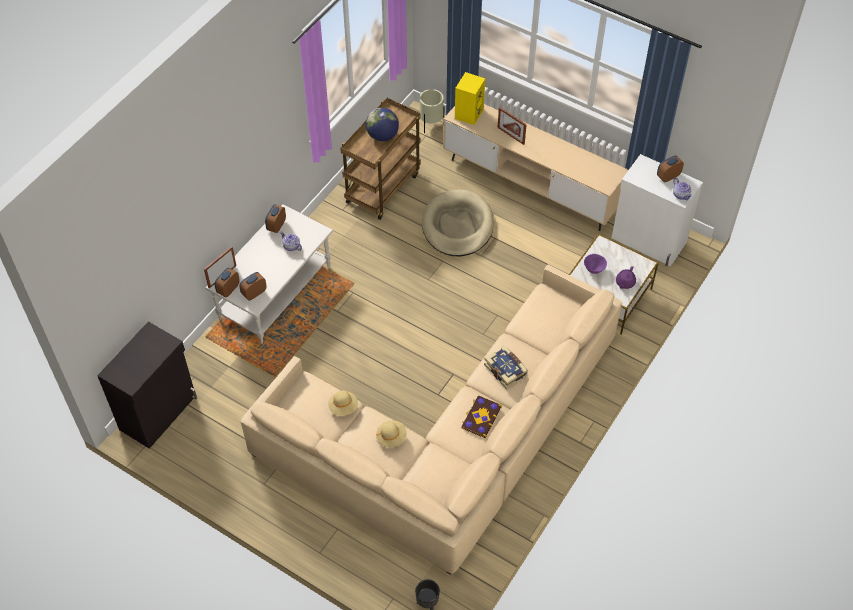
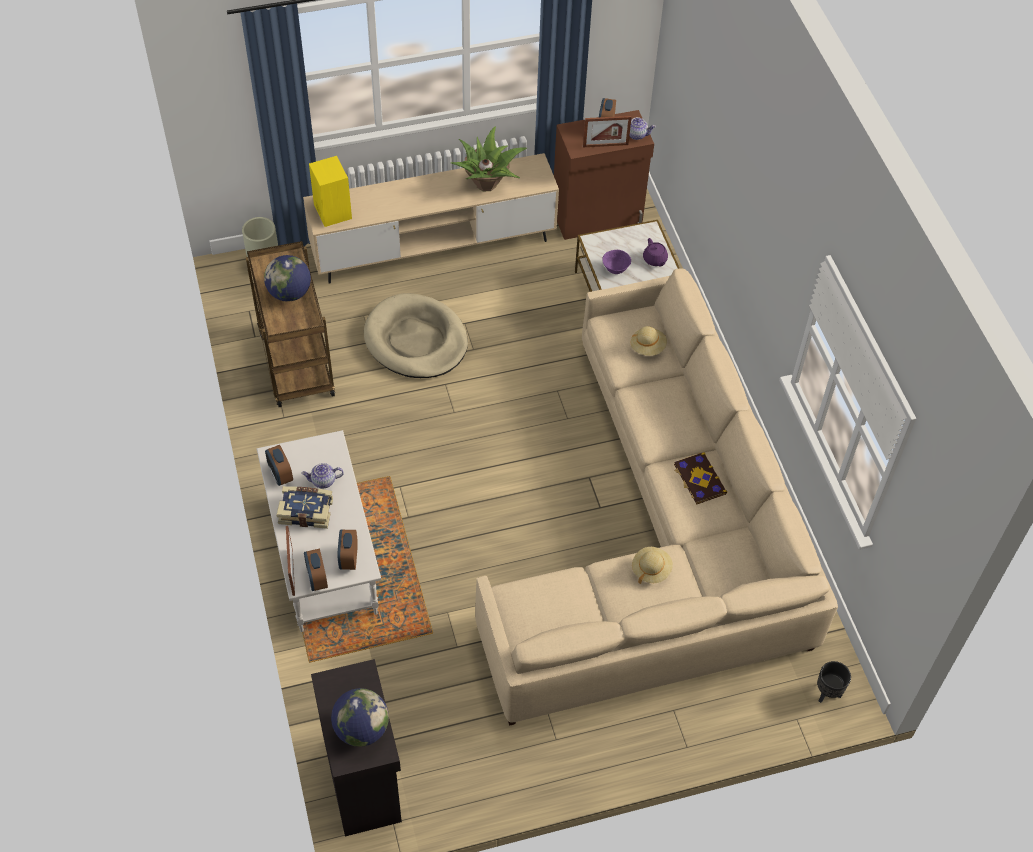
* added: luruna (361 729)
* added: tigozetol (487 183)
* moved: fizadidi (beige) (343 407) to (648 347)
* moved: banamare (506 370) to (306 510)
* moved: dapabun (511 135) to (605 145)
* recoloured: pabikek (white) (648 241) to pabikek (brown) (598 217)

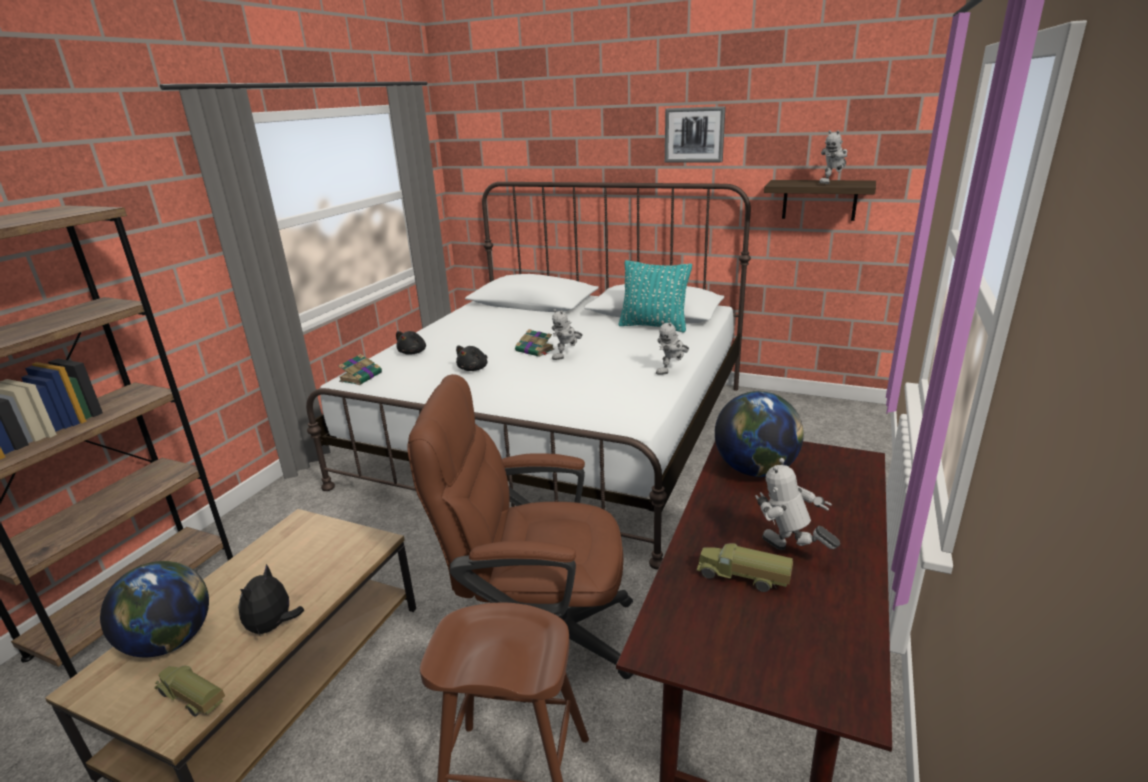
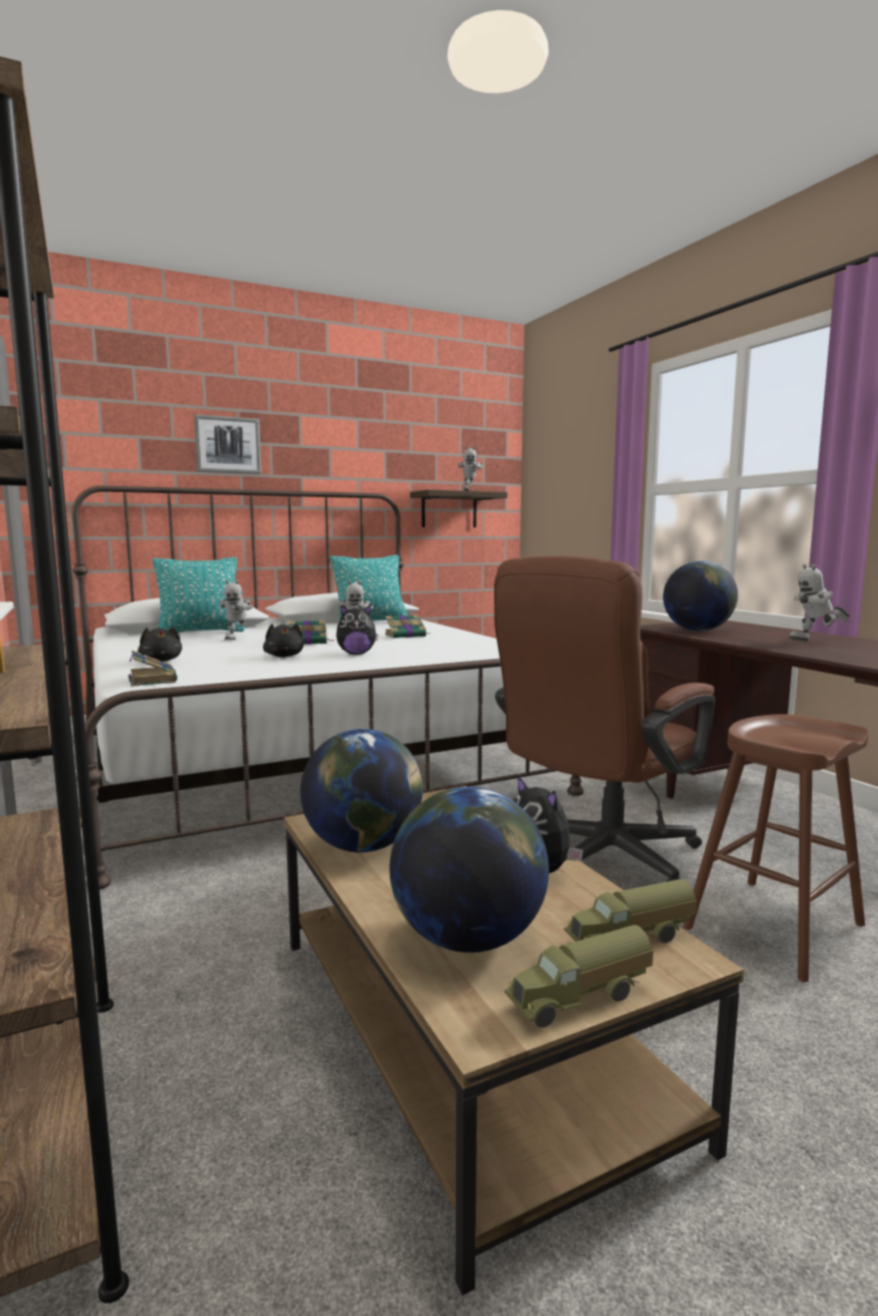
* added: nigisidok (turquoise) (201 632)
* added: luruna (364 846)
* added: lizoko (356 654)
* added: banamare (406 635)
* moved: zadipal (672 372) to (237 639)
* moved: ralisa (694 135) to (228 445)
* moved: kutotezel (742 579) to (580 999)

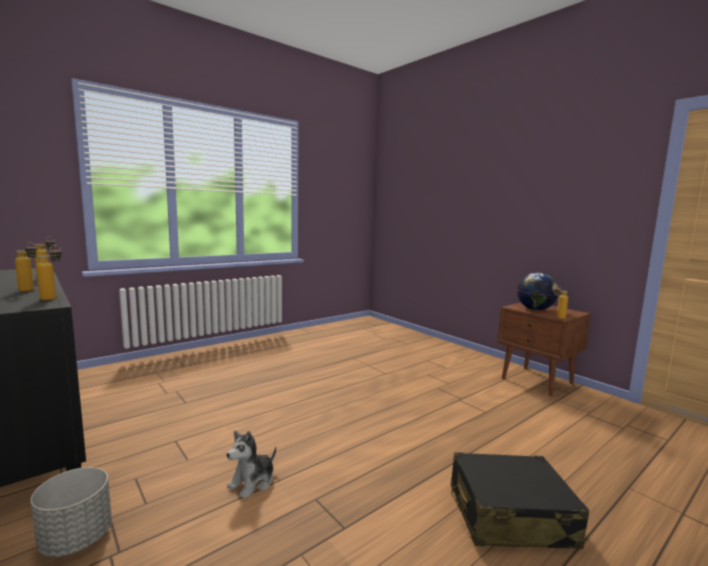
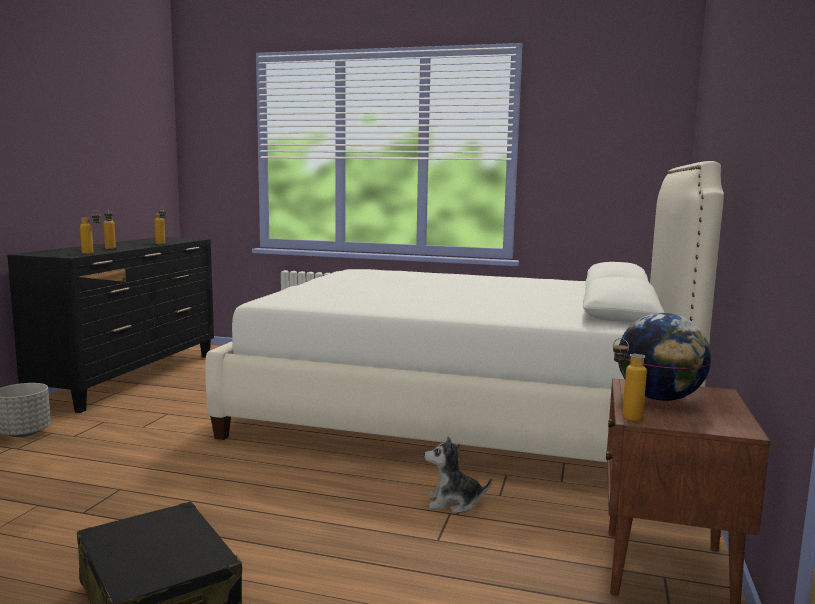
* added: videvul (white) (463 413)
* moved: lizoko (252 482) to (454 503)

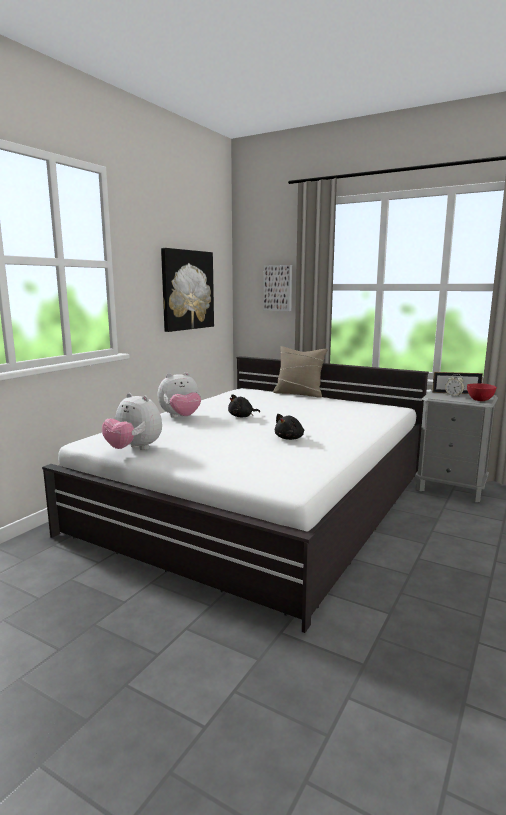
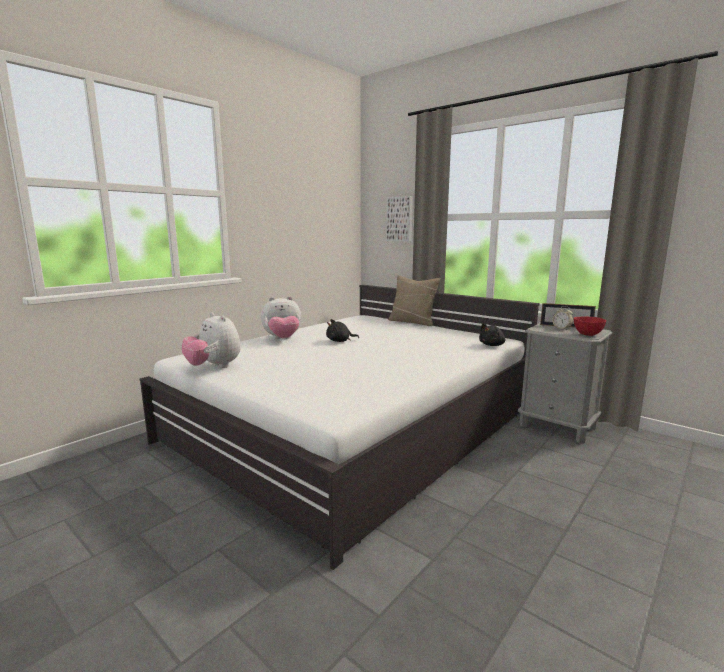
* removed: ralisa (187 290)
* moved: lizoko (black) (290 438) to (492 345)

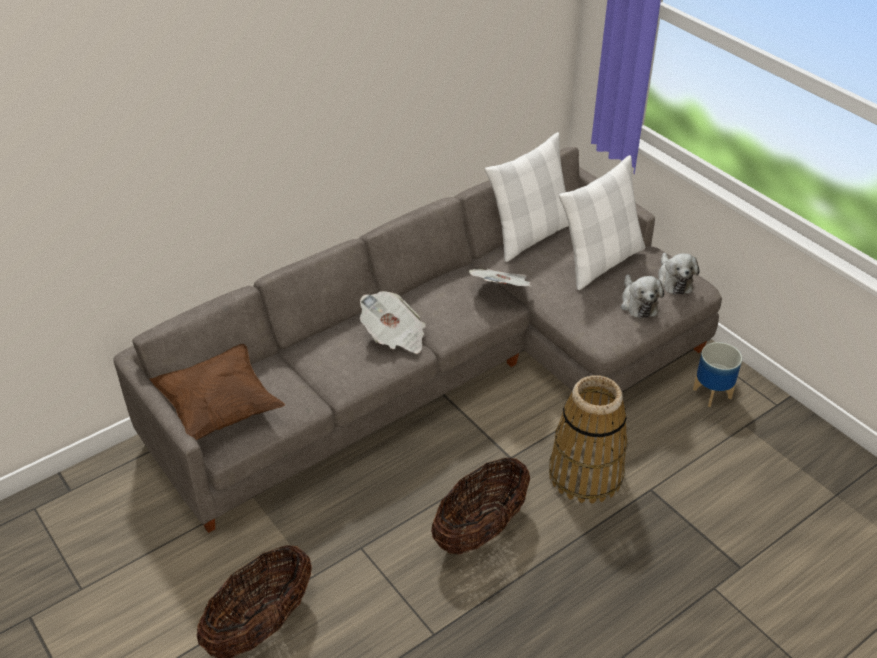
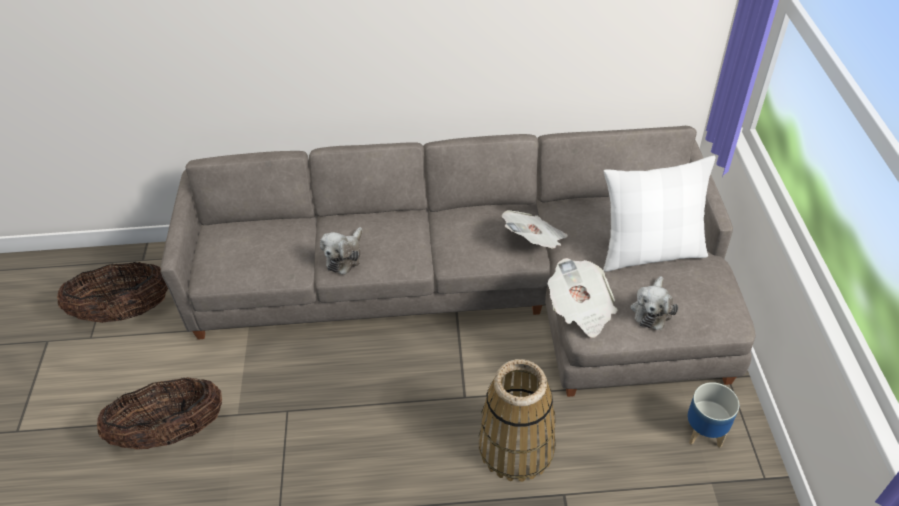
* removed: nigisidok (brown) (219 409)
* removed: nigisidok (white) (530 235)
* moved: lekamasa (394 336) to (581 309)
* moved: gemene (480 529) to (125 312)
* moved: lizoko (673 280) to (345 256)

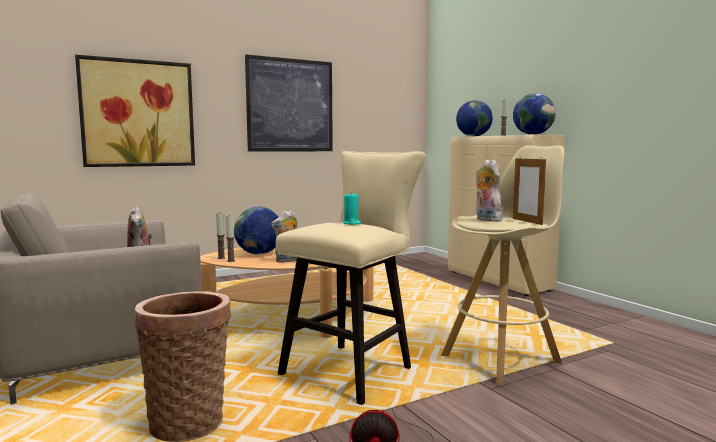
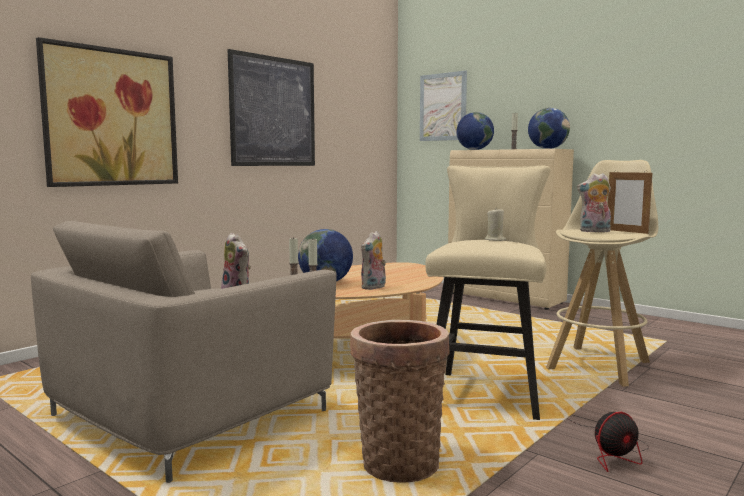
* added: ralisa (443 107)
* recoloured: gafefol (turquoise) (351 223) to gafefol (beige) (495 240)
* turned: lizoko (486 220) = (594 231) 45 degrees counterclockwise

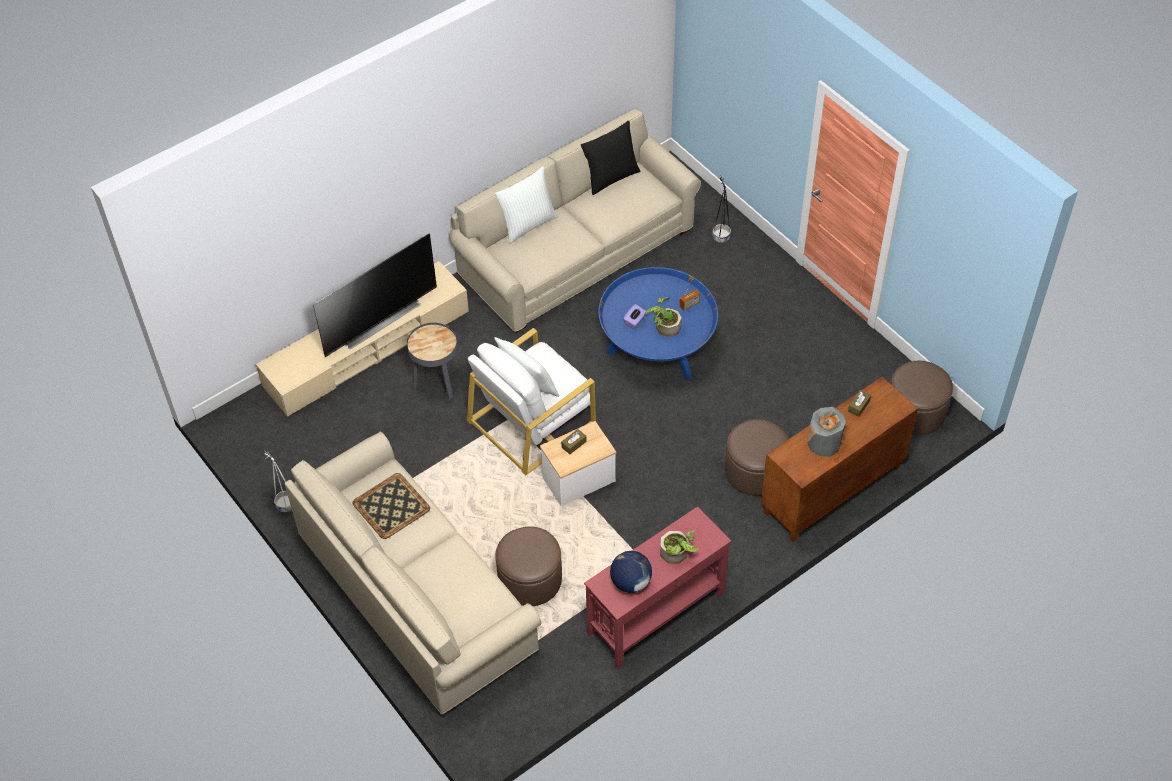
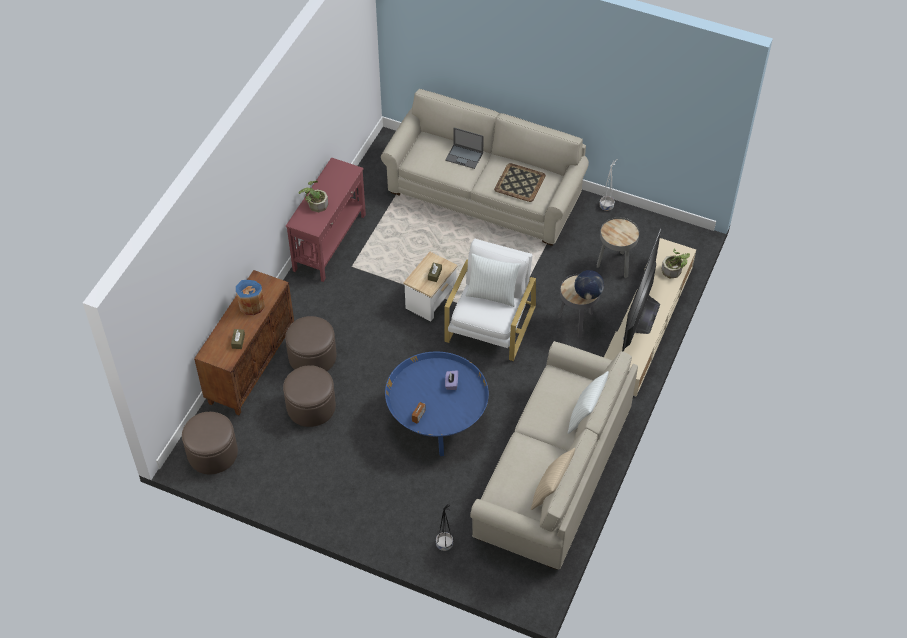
* added: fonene (464 156)
* added: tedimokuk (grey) (615 265)
* moved: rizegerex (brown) (530 579) to (311 406)
* moved: luruna (630 582) to (588 294)
* moved: tigozetol (664 326) to (674 270)
* recoloured: nigisidok (black) (610 177) to nigisidok (beige) (551 492)
* recoloured: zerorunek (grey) (824 442) to zerorunek (blue) (251 305)

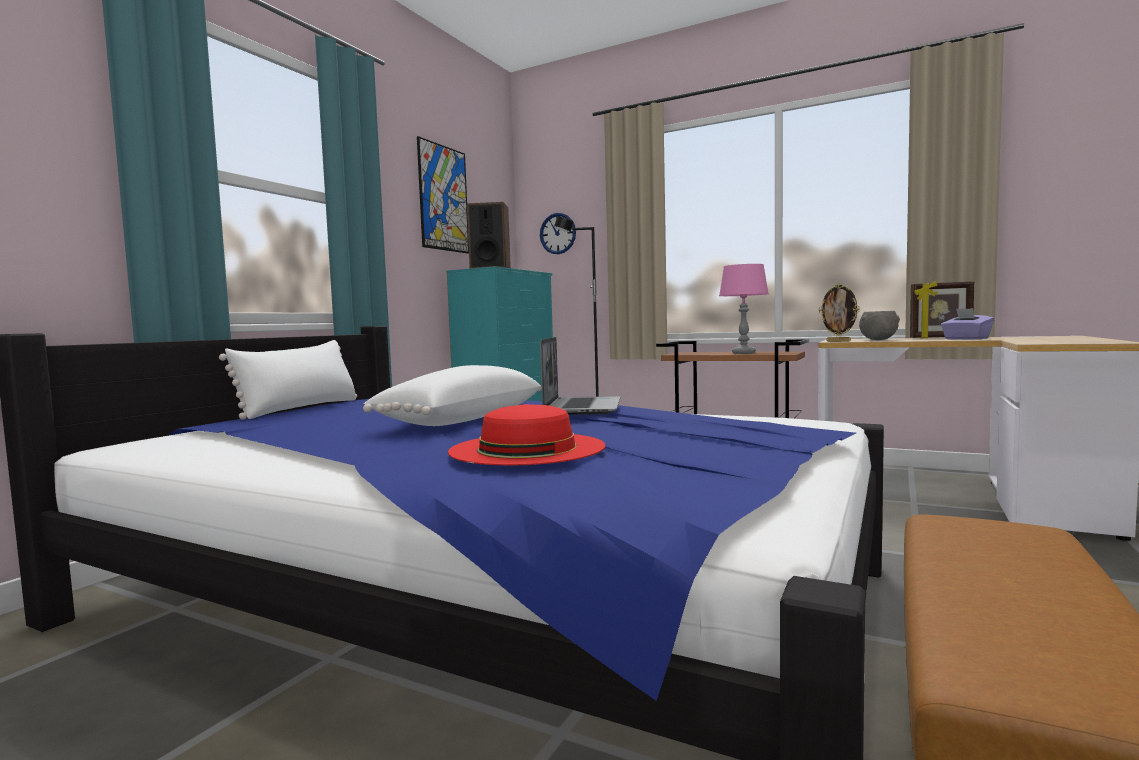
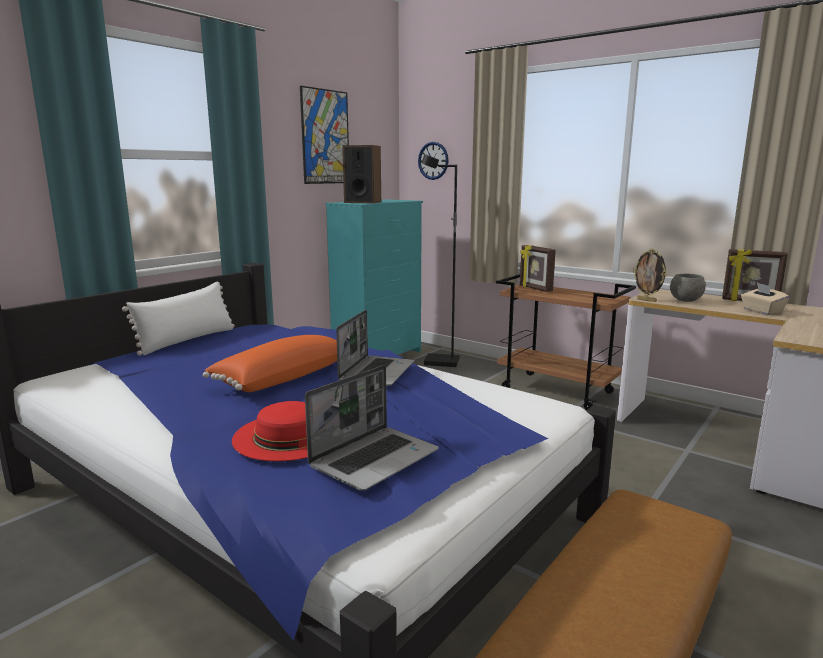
* removed: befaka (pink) (744 353)
* added: fonene (375 458)
* added: dapabun (535 289)
* recoloured: nigisidok (white) (460 420) to nigisidok (orange) (281 378)
* recoloured: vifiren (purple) (966 339) to vifiren (beige) (761 311)

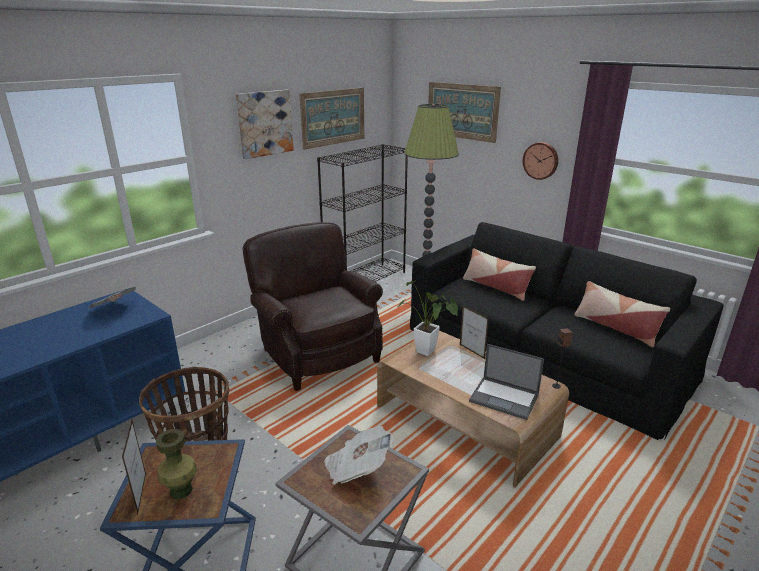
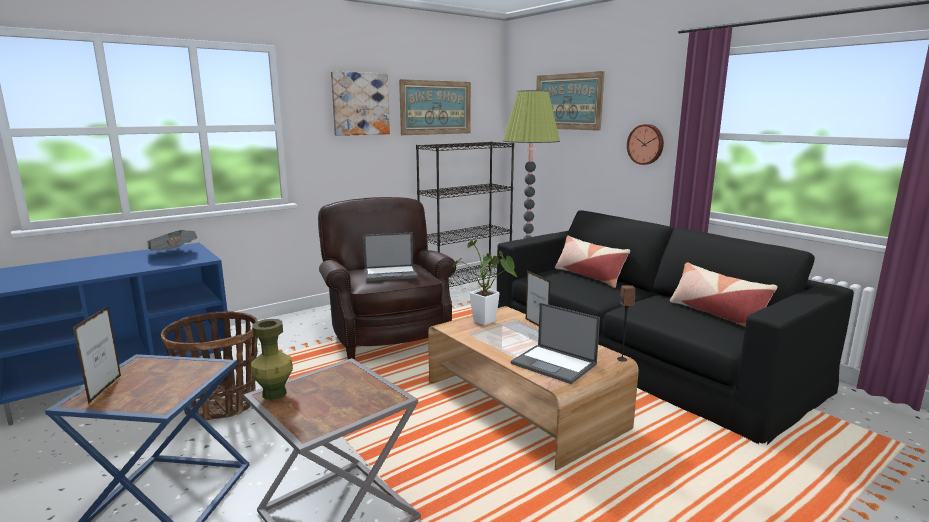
* removed: lekamasa (357 468)
* added: fonene (391 273)
* moved: zerorunek (green) (181 490) to (274 393)

